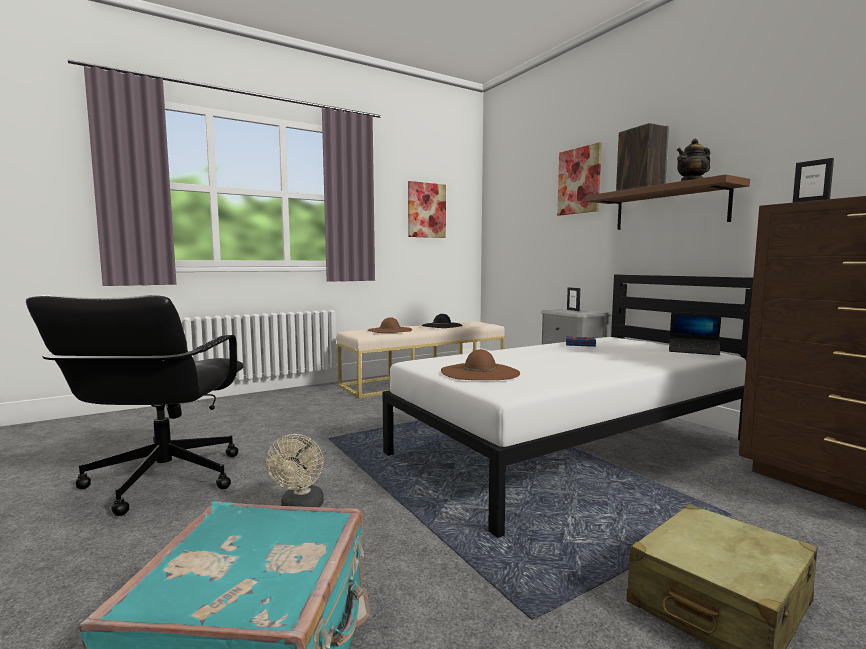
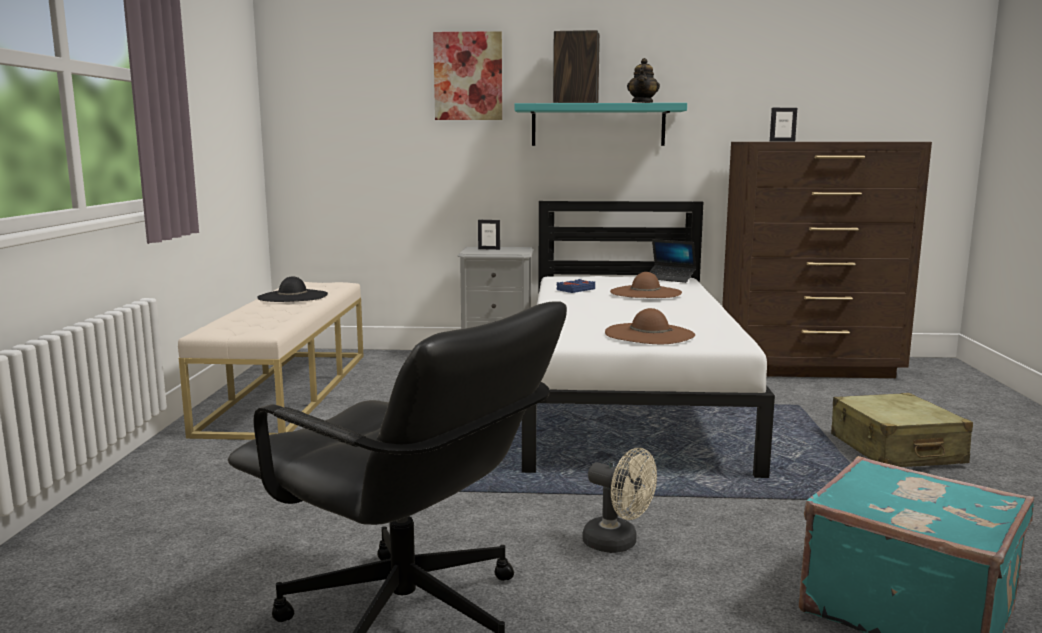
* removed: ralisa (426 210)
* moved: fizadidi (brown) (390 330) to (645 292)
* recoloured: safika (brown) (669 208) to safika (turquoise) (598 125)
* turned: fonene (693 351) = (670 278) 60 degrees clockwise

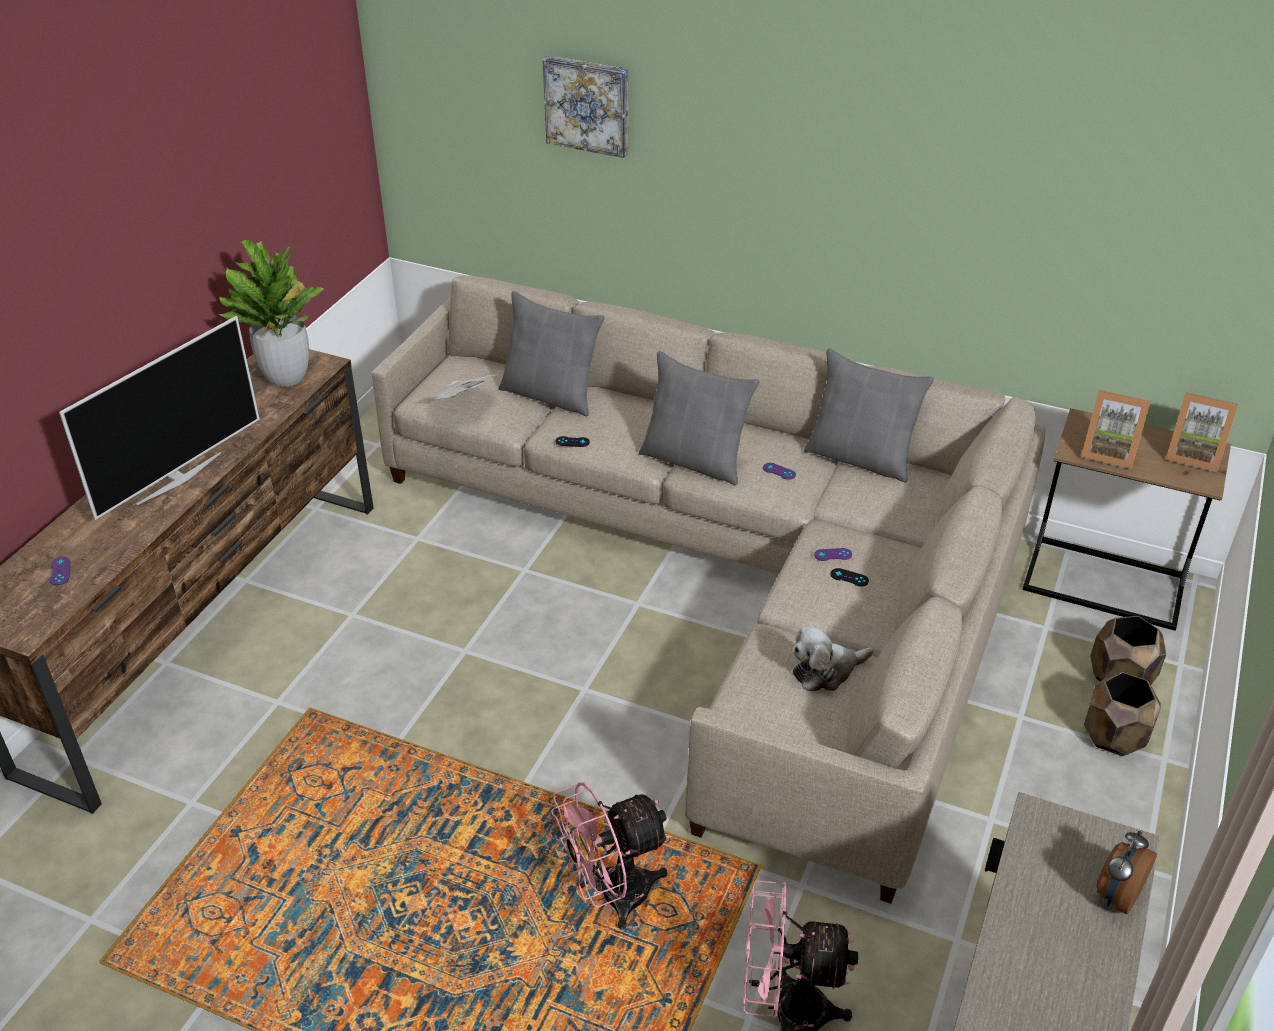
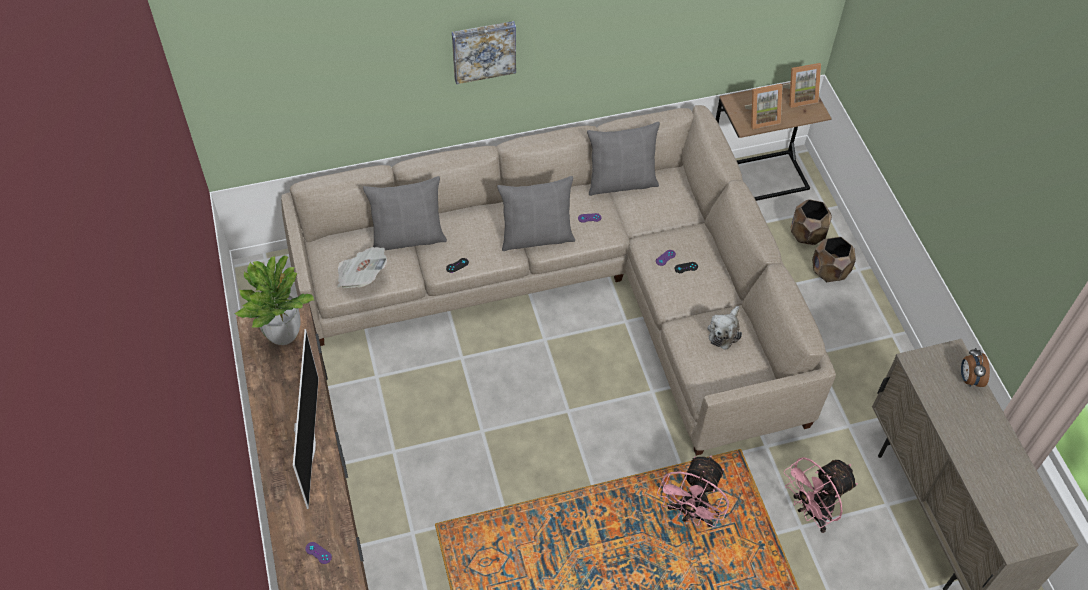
* moved: ralisa (588 105) to (483 50)

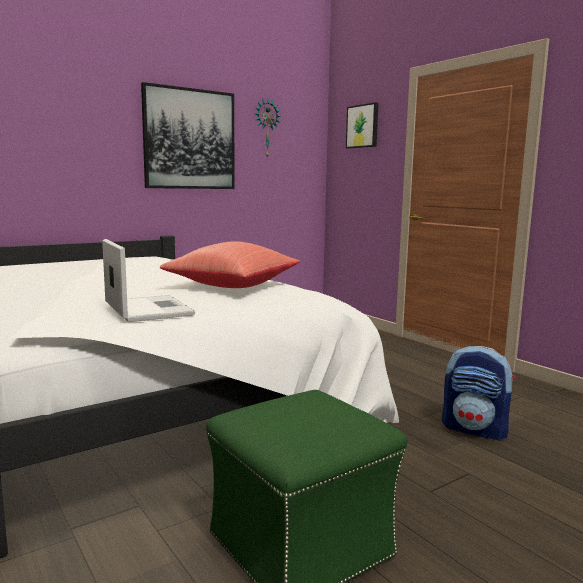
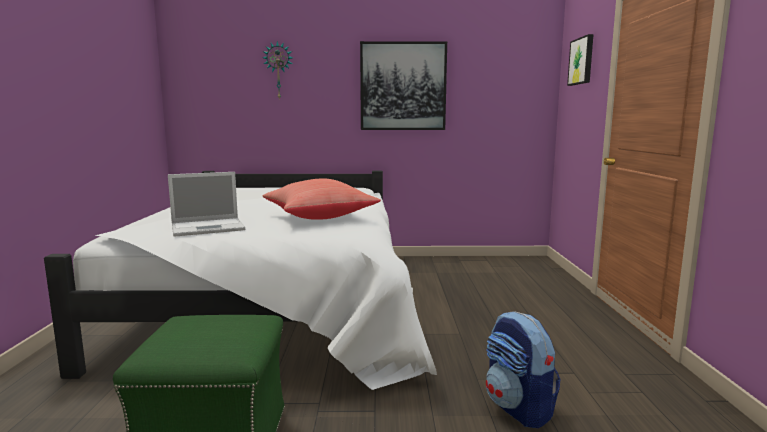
* moved: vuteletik (266 128) to (278 71)
* turned: fonene (147 309) = (209 227) 60 degrees clockwise

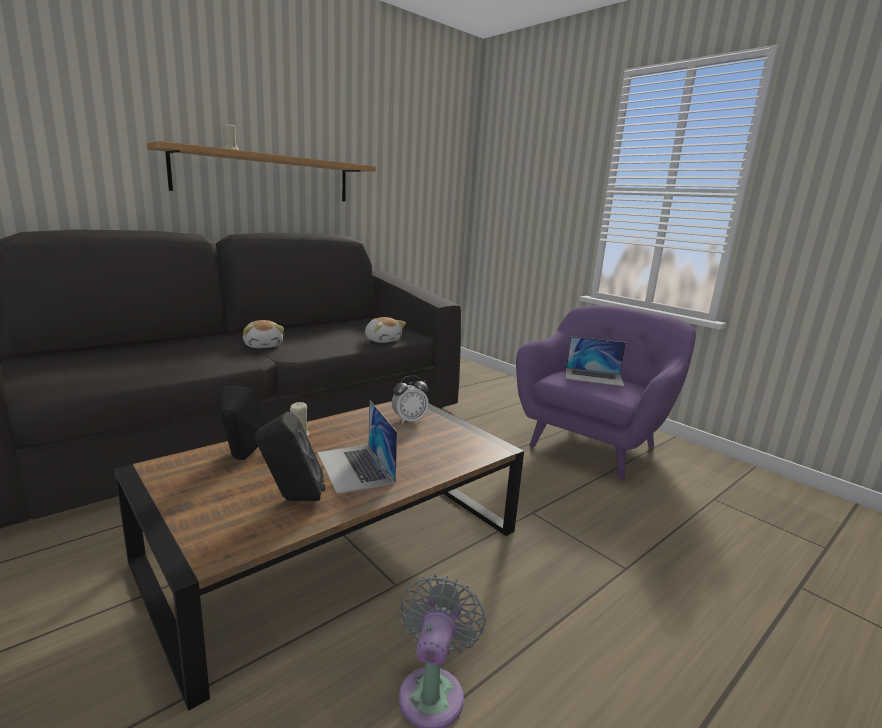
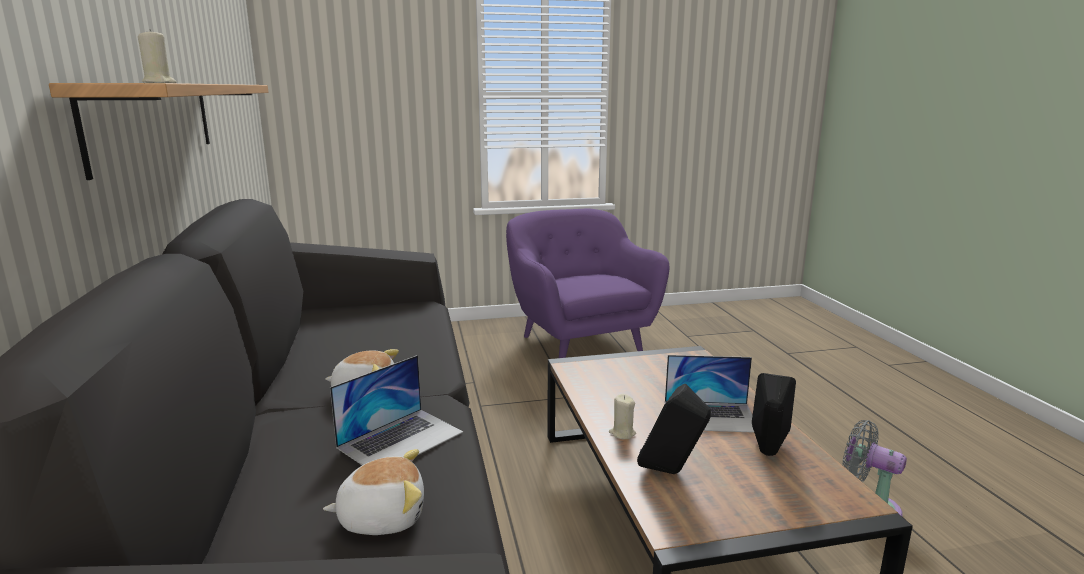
* removed: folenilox (409 420)
* moved: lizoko (382 340) to (382 517)
* moved: fonene (594 376) to (401 439)

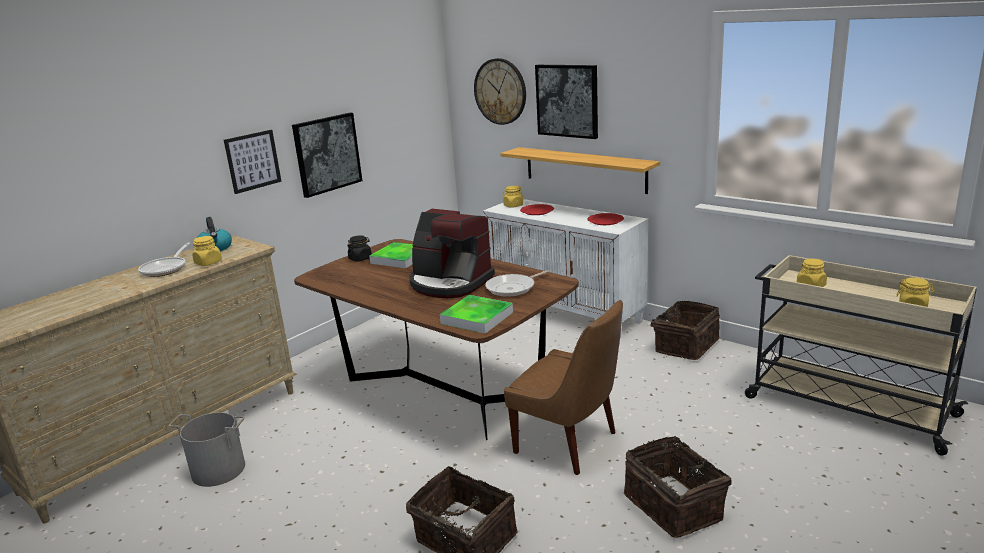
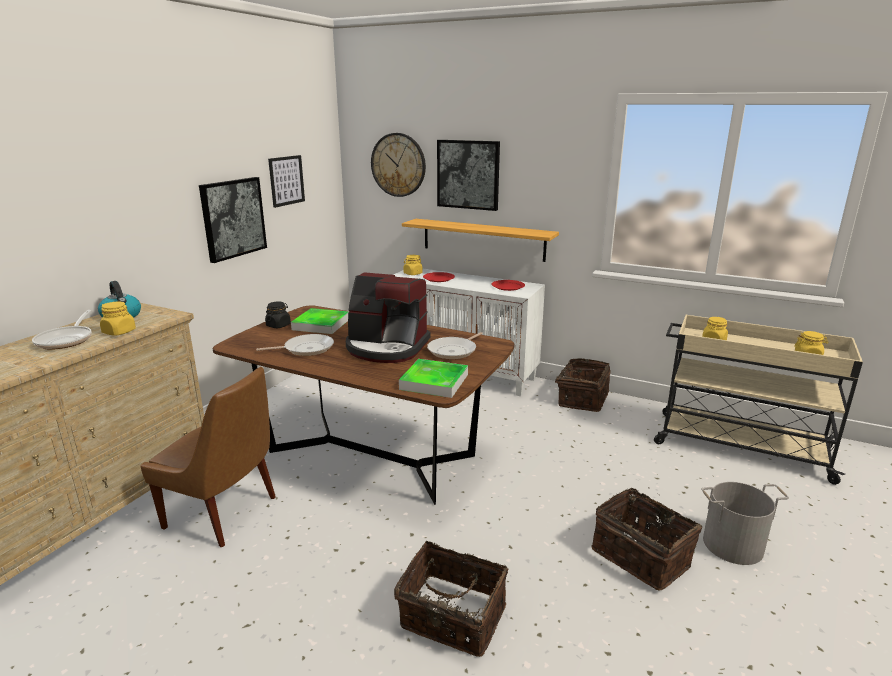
* added: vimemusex (306 349)
* moved: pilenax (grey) (218 470) to (733 545)
* moved: ralisa (253 161) to (286 180)
* moved: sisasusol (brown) (569 444) to (224 513)

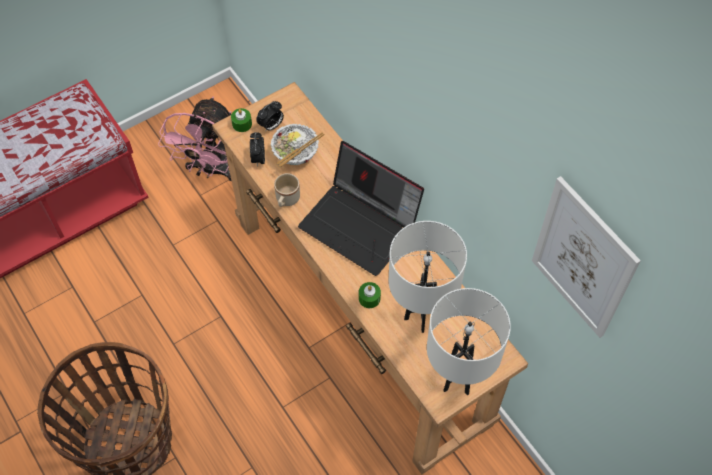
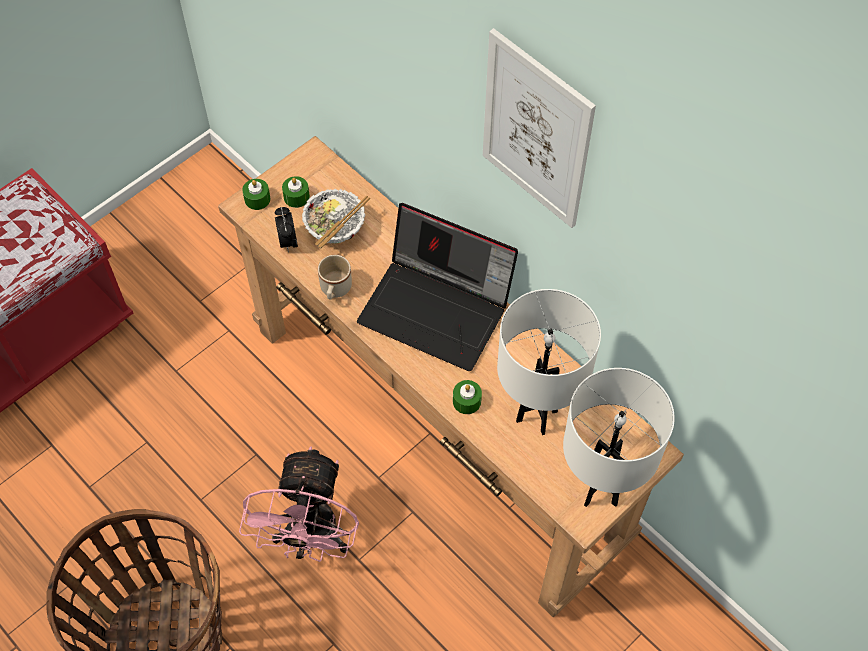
* moved: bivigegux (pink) (211 170) to (311 539)
* moved: ralisa (583 259) to (536 131)
* replaced: folenilox (271 126) to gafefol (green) (296 197)

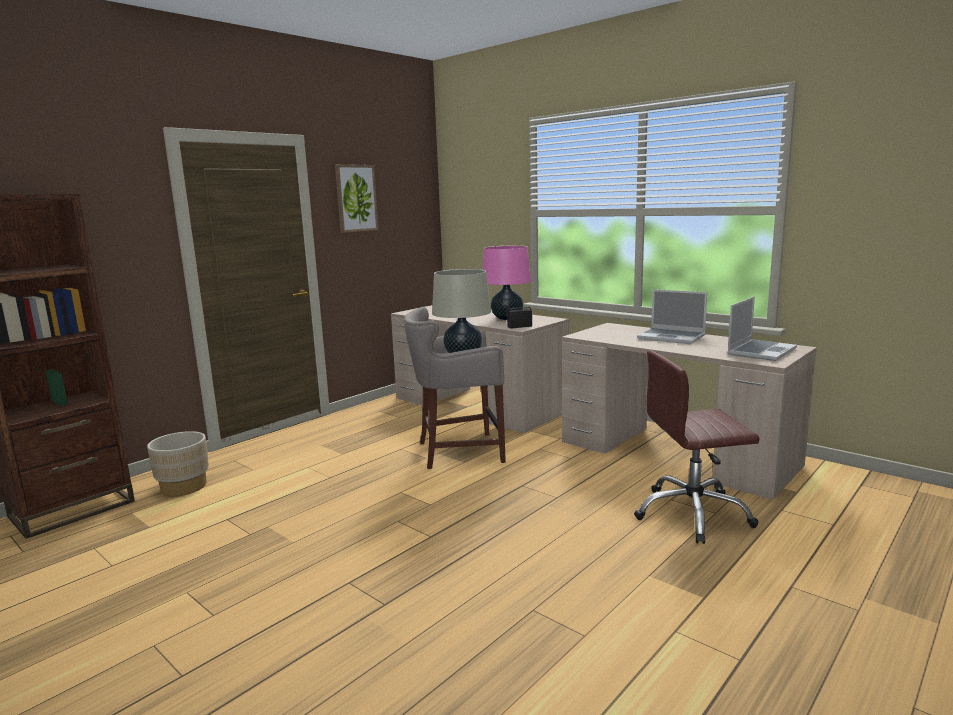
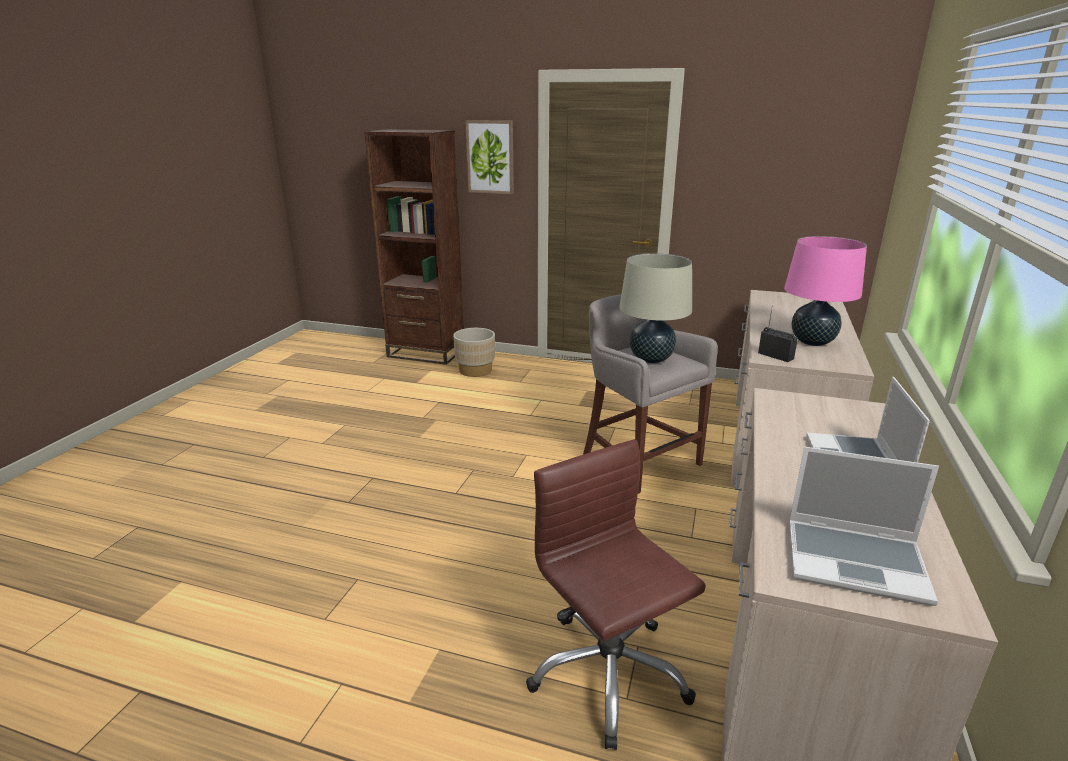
* moved: ralisa (356 198) to (490 157)

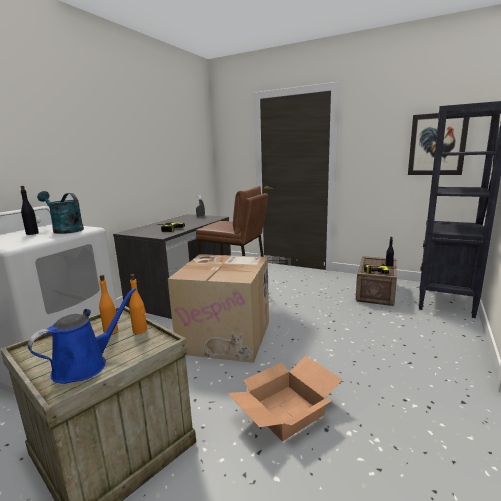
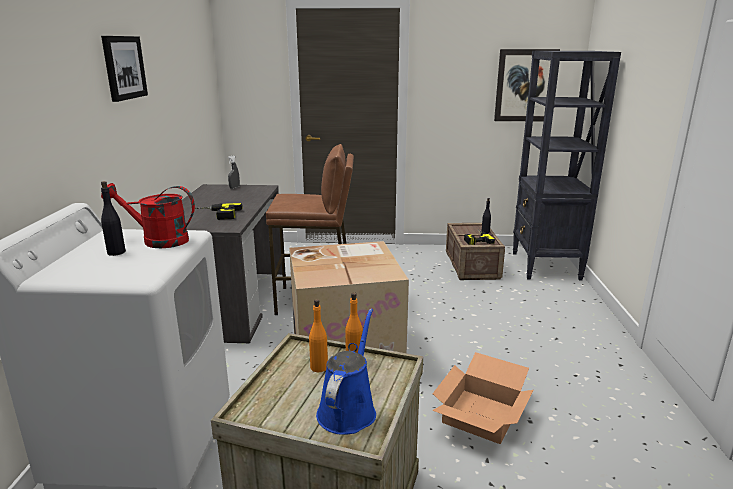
* added: ralisa (123 67)
* recoloured: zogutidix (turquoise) (65 230) to zogutidix (red) (158 240)

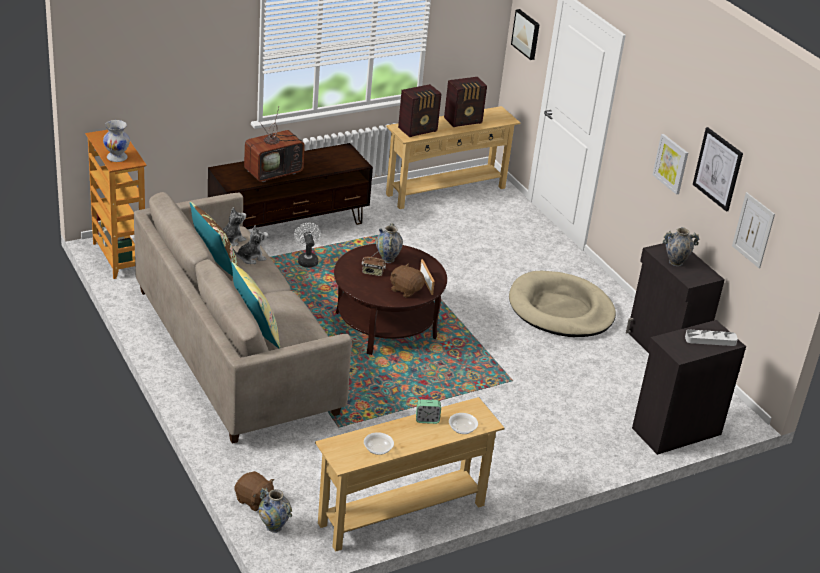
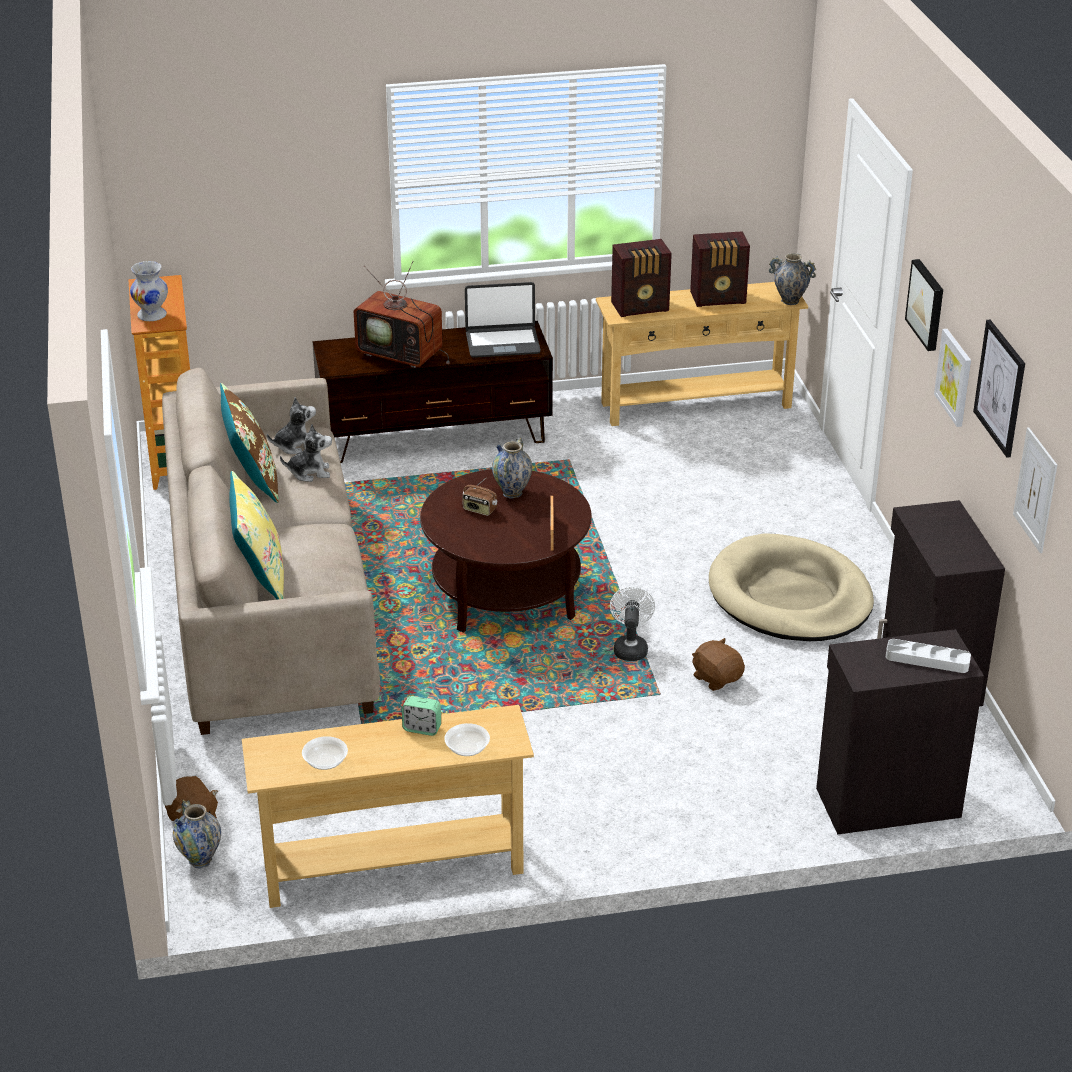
* added: fonene (502 343)
* moved: bivigegux (white) (307 260) to (630 647)
* moved: lizoko (brown) (406 290) to (717 678)
* moved: ralisa (526 34) to (927 304)
* moved: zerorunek (675 262) to (790 301)
* turned: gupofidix (274 171) = (403 354) 45 degrees clockwise

